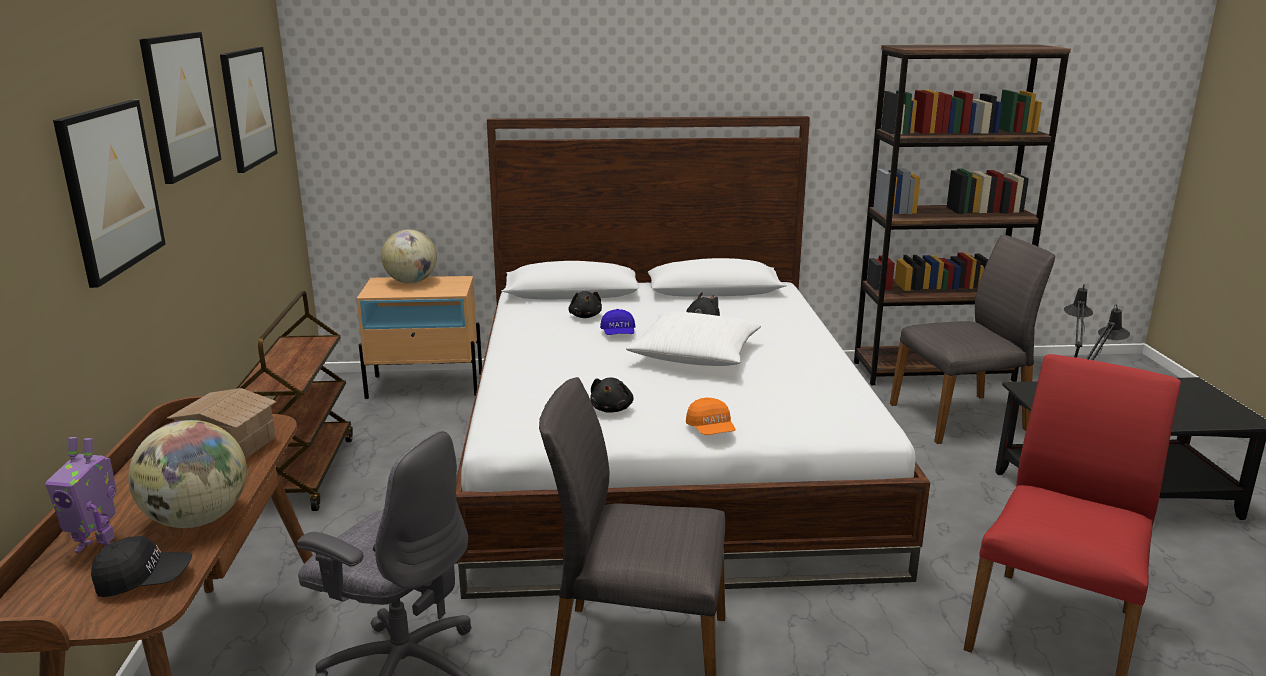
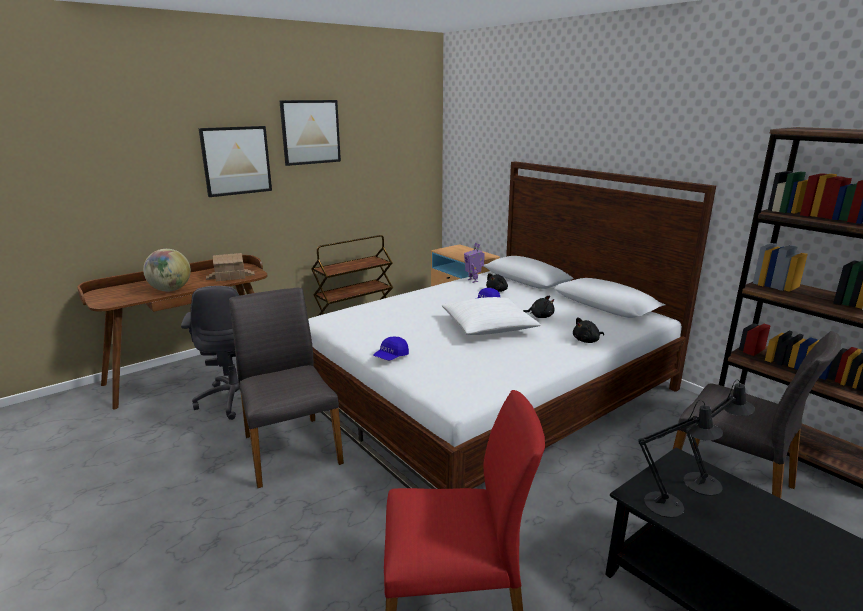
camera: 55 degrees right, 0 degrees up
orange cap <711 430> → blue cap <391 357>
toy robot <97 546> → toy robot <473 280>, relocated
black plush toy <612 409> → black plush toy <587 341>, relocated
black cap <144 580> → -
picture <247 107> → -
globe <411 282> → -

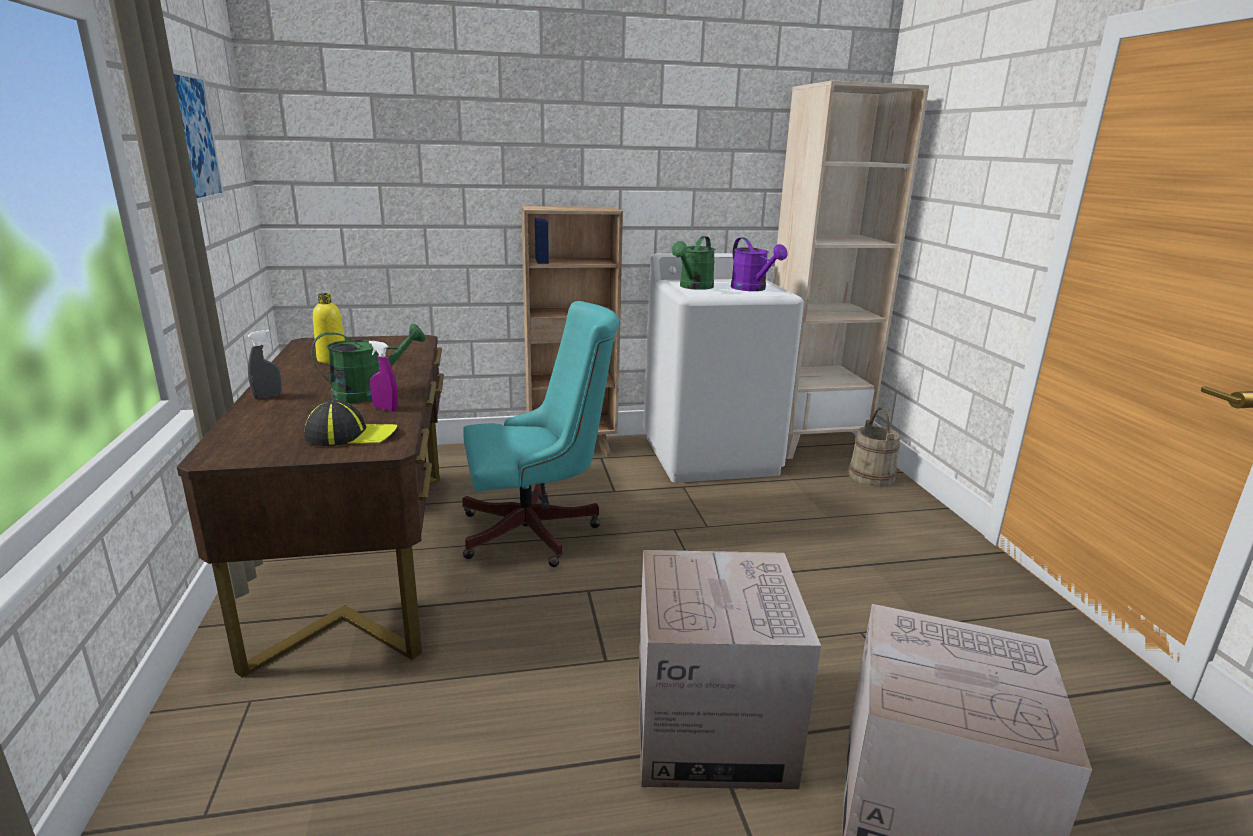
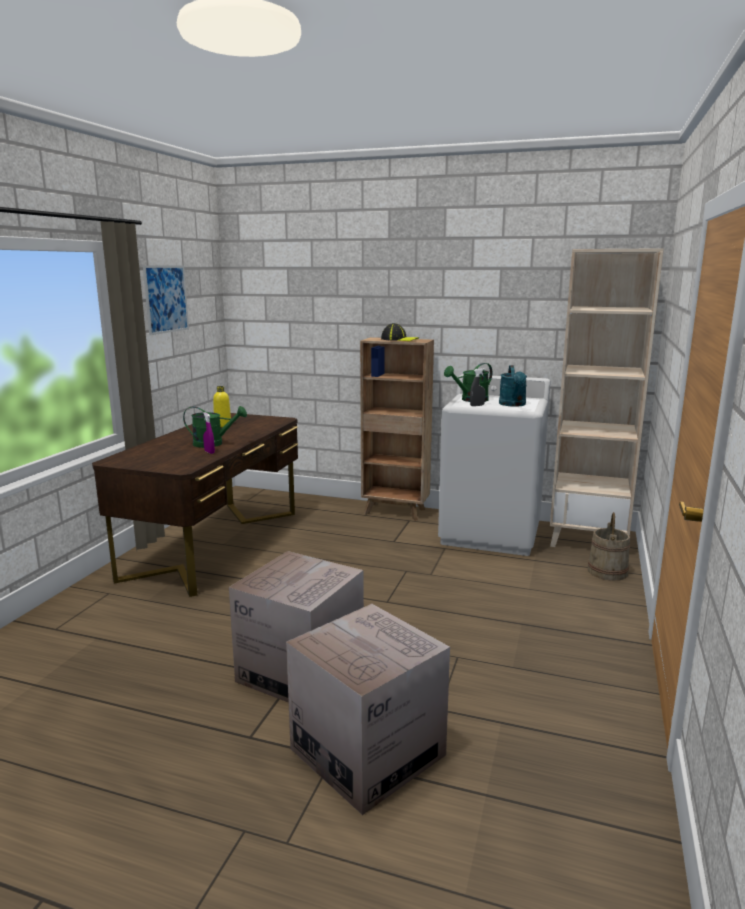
camera: 30 degrees right, 5 degrees down
cap <351 435> → cap <399 340>, relocated
grey spray bottle <268 396> → grey spray bottle <477 405>, relocated
purple watering can <752 289> → turquoise watering can <513 405>
turquoise office chair <538 532> → -

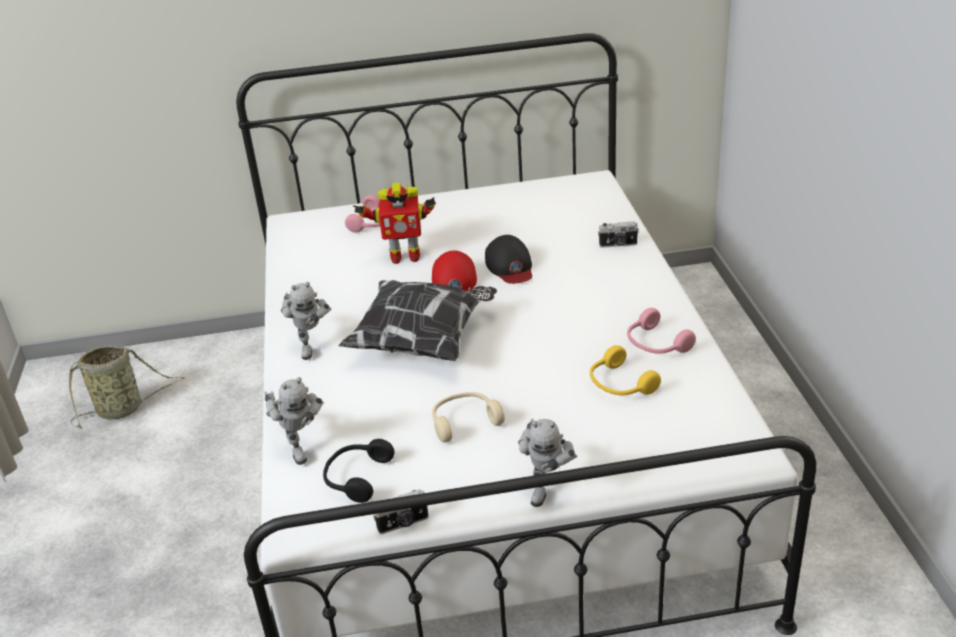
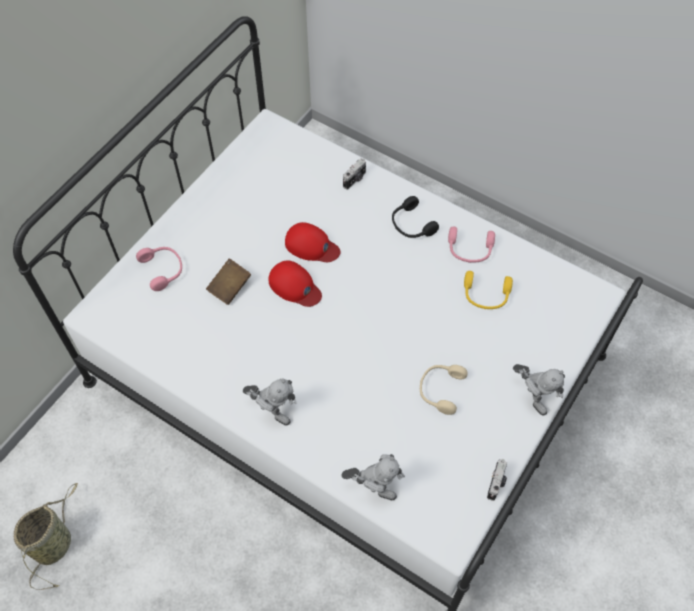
camera: 50 degrees left, 25 degrees up
toy robot <404 257> → brown book <229 287>
black cap <510 266> → red cap <311 246>
black headphones <356 477> → black headphones <411 225>, relocated
pillow <423 341> → -

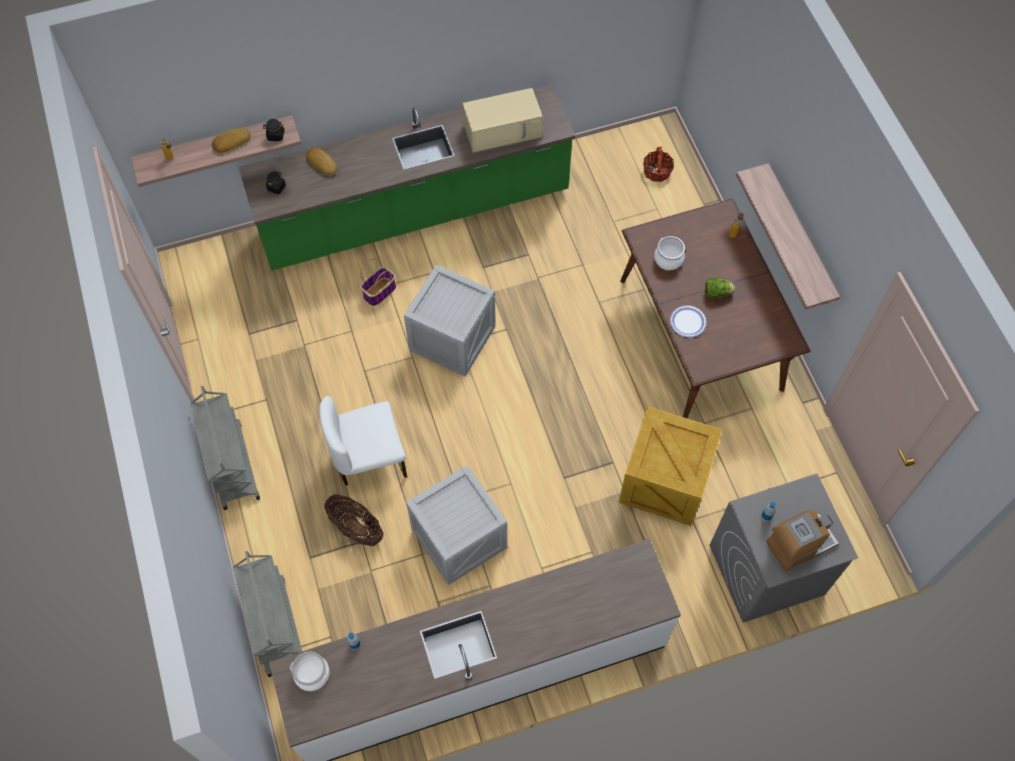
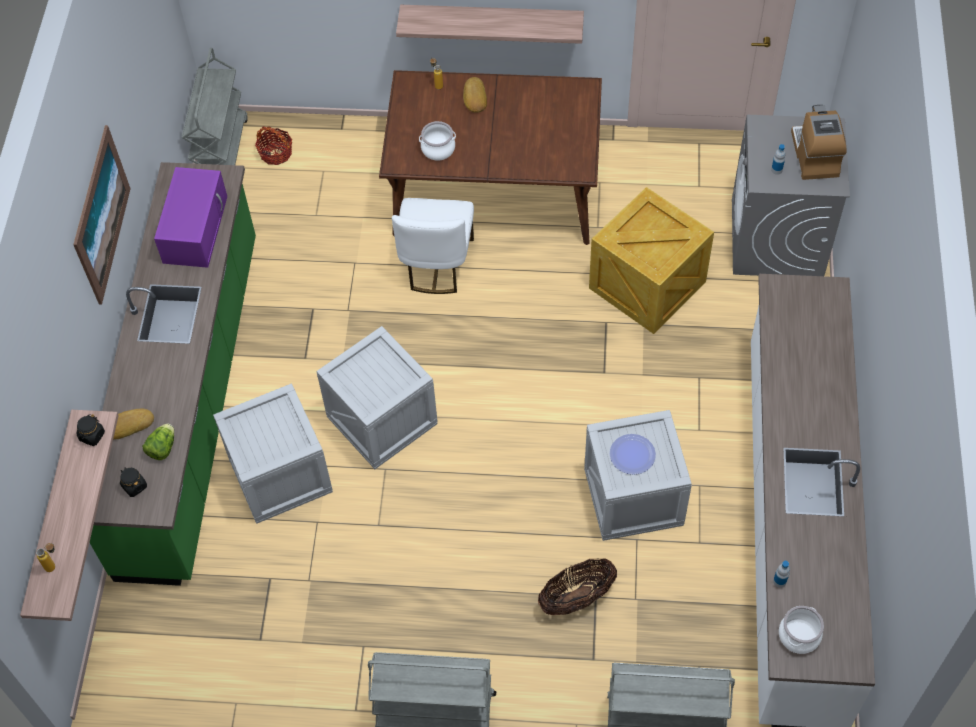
camera: 65 degrees left, 5 degrees down
- → picture <101 215>
lettuce <717 293> → lettuce <162 448>, relocated
beige microwave <503 130> → purple microwave <195 228>
- → grey cart <221 152>
basket <379 291> → crate <279 474>
white chair <369 458> → white chair <436 264>, relocated
bread <231 141> → bread <474 97>, relocated
plate <688 322> → plate <632 454>, relocated

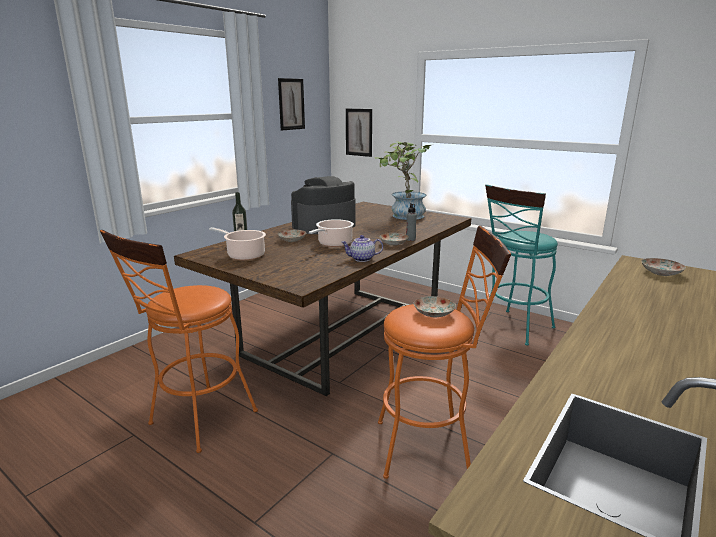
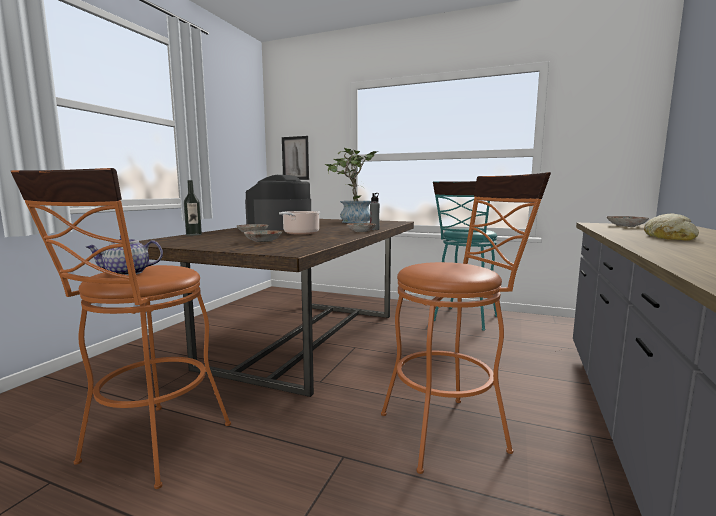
camera: 15 degrees left, 10 degrees down
teapot <362 259> → teapot <127 273>, relocated
plate <433 314> → plate <263 241>, relocated
- → bread <669 237>
cooking pot <244 255> → -
picture <291 104> → -

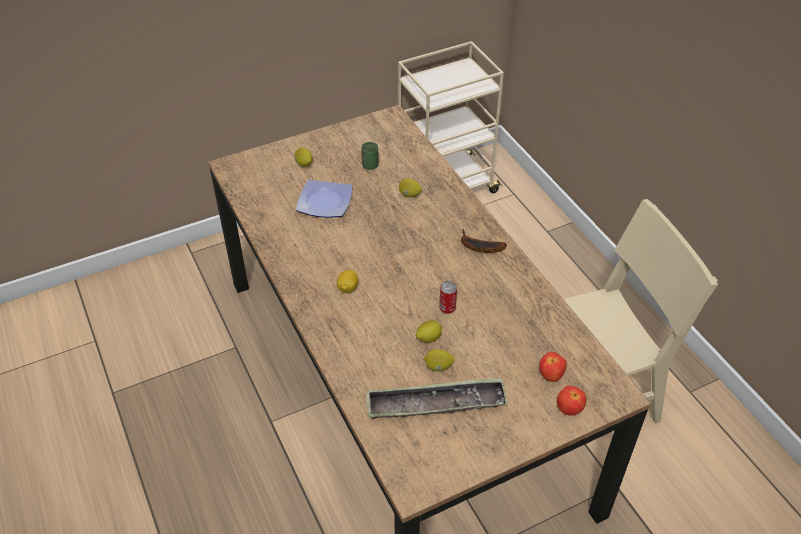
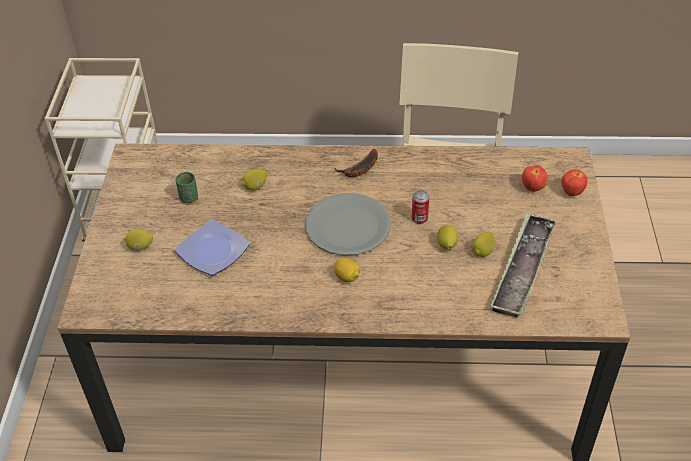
camera: 60 degrees left, 0 degrees up
- → grey plate <348 226>

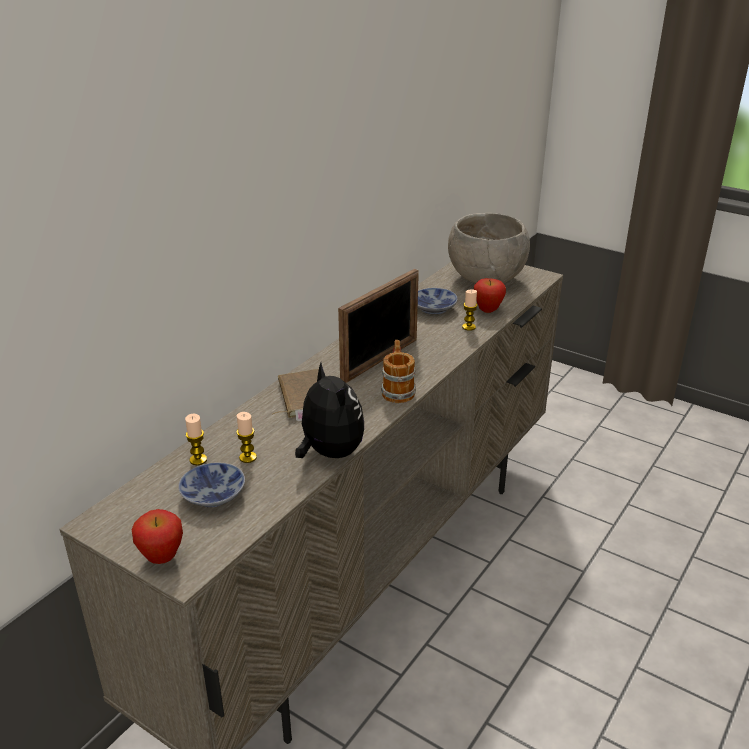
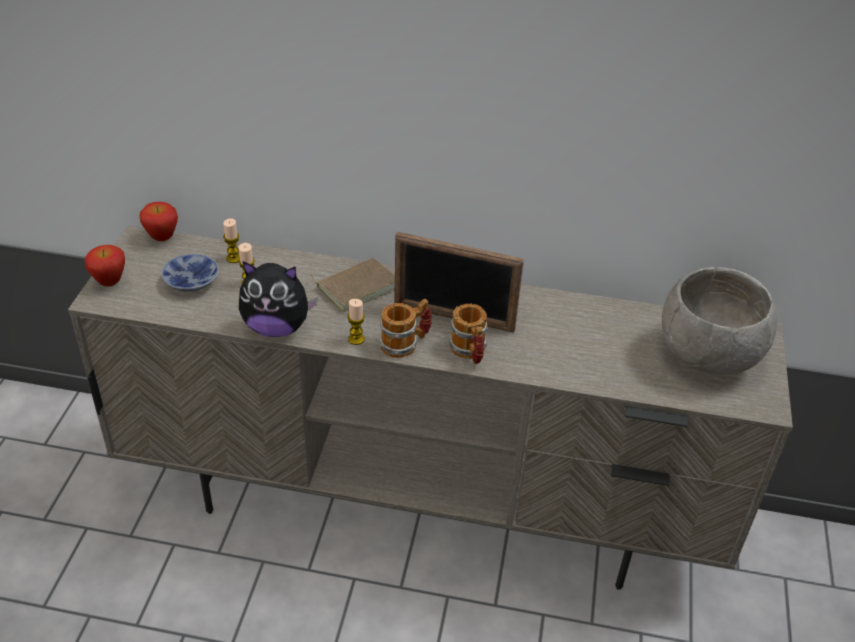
camera: 65 degrees right, 10 degrees up
apple <488 311> → apple <162 238>, relocated
plush toy <329 453> → plush toy <277 327>, 60 degrees clockwise
candle <468 327> → candle <356 339>, relocated
- → mug <469 352>
bowl <434 307> → -

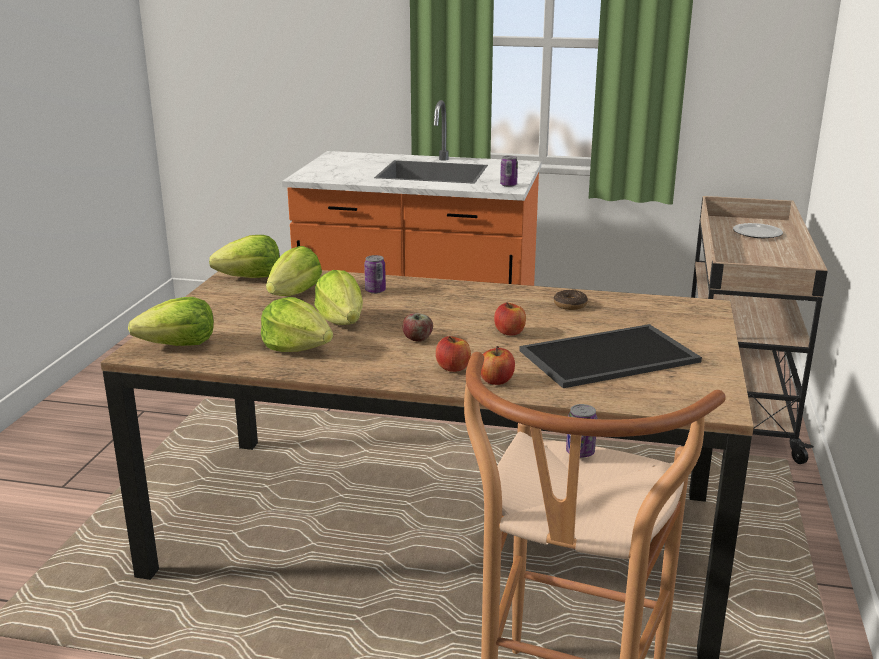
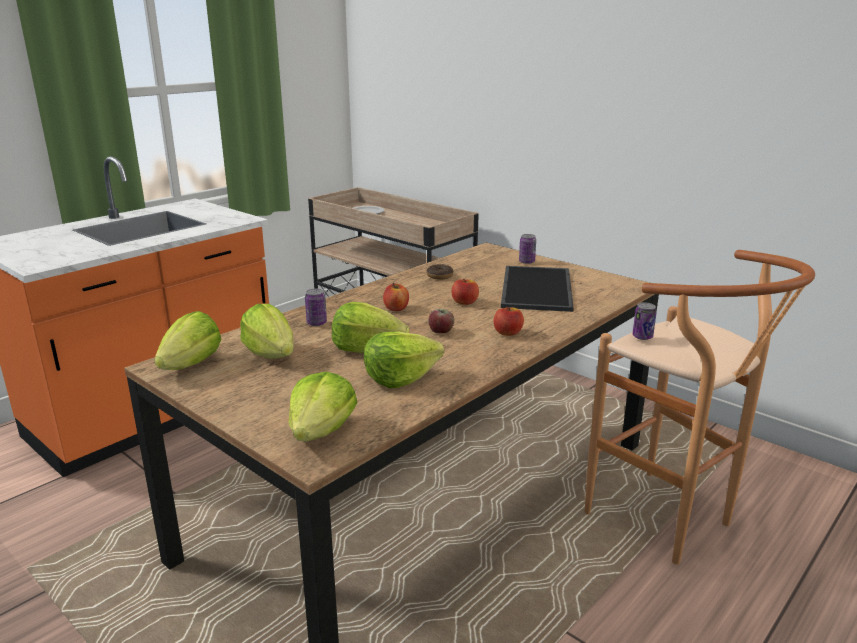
camera: 60 degrees left, 0 degrees up
apple <496 380> → apple <396 308>, relocated
can <508 185> → can <526 262>, relocated

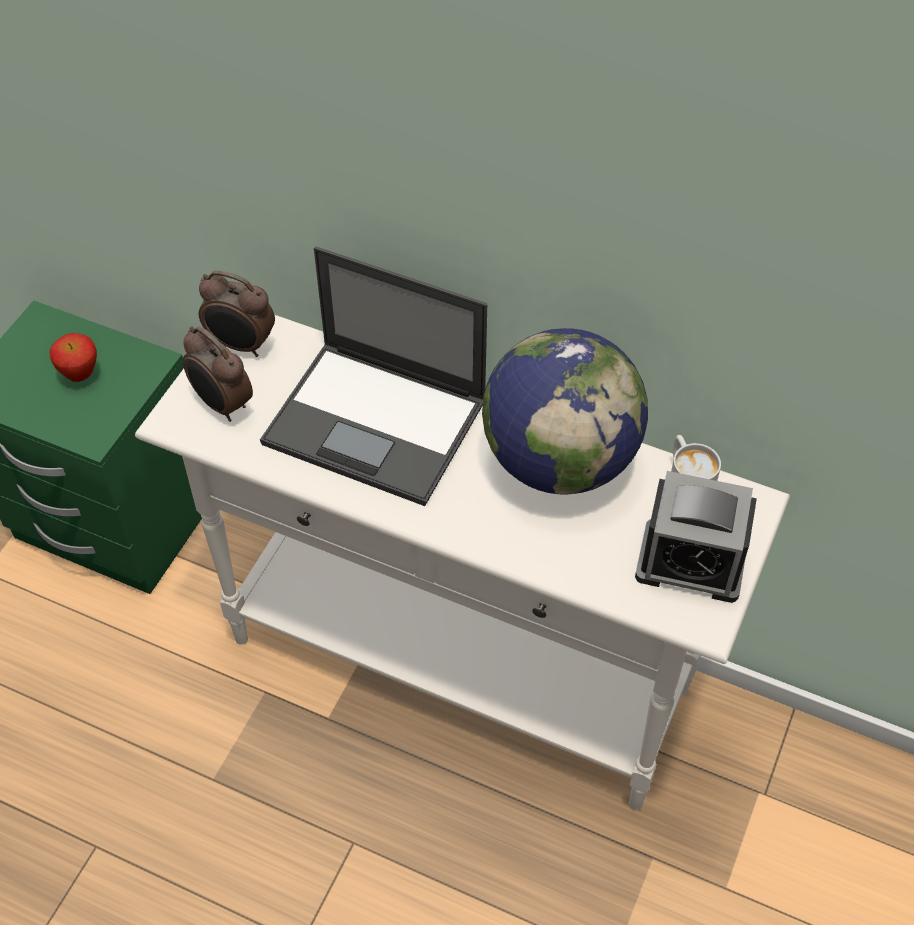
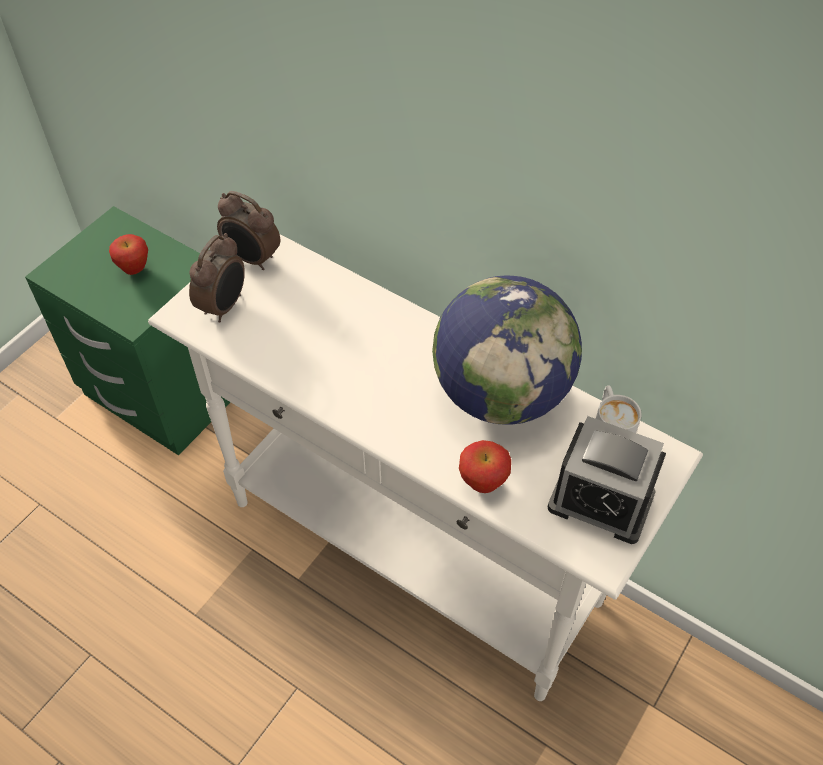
camera: 10 degrees right, 0 degrees up
alarm clock <222 405> → alarm clock <224 306>, 120 degrees counterclockwise
- → apple <482 484>
laptop <378 422> → -

